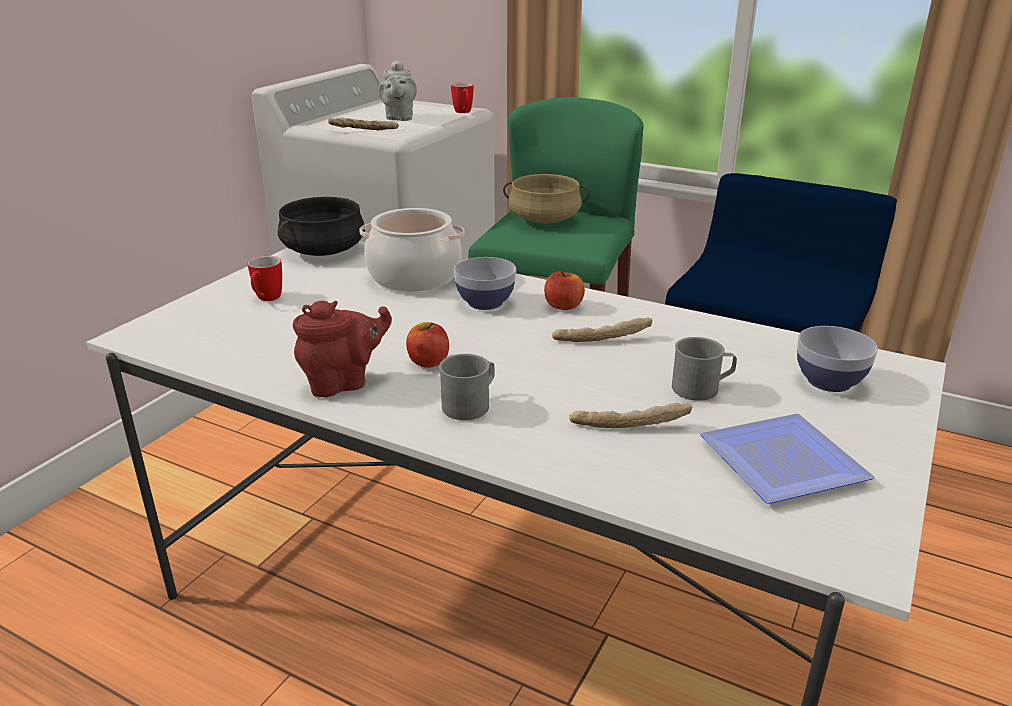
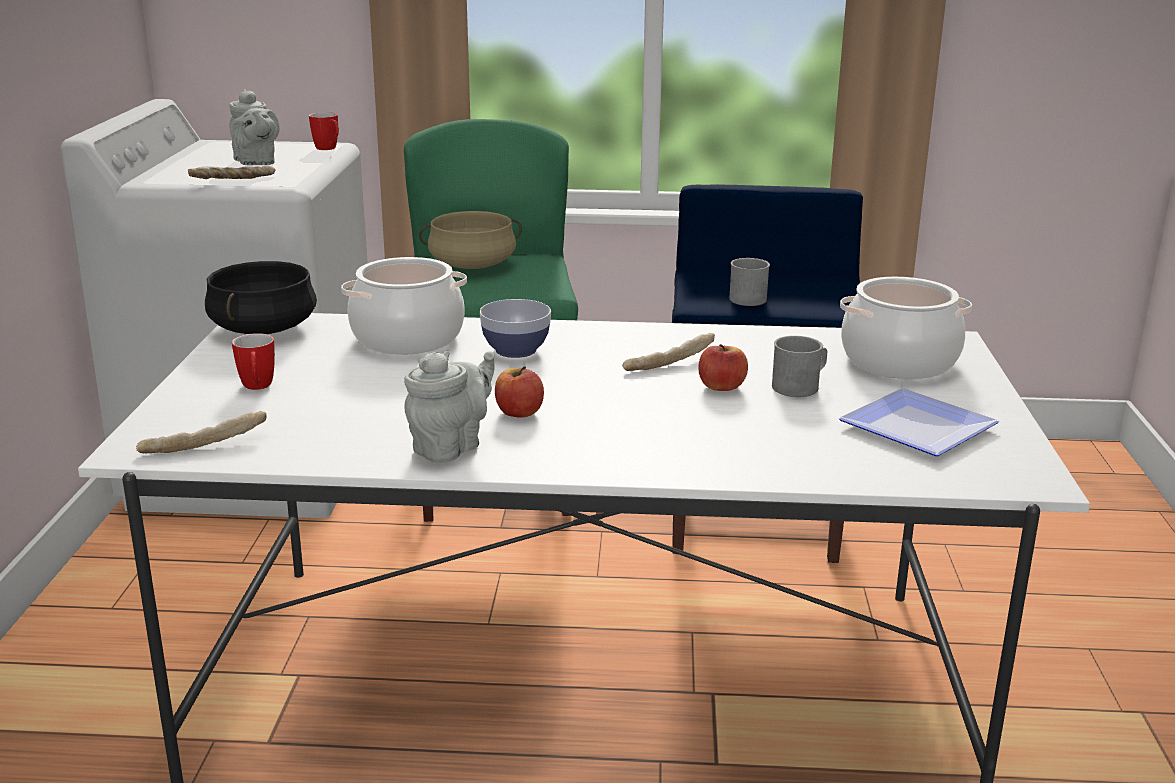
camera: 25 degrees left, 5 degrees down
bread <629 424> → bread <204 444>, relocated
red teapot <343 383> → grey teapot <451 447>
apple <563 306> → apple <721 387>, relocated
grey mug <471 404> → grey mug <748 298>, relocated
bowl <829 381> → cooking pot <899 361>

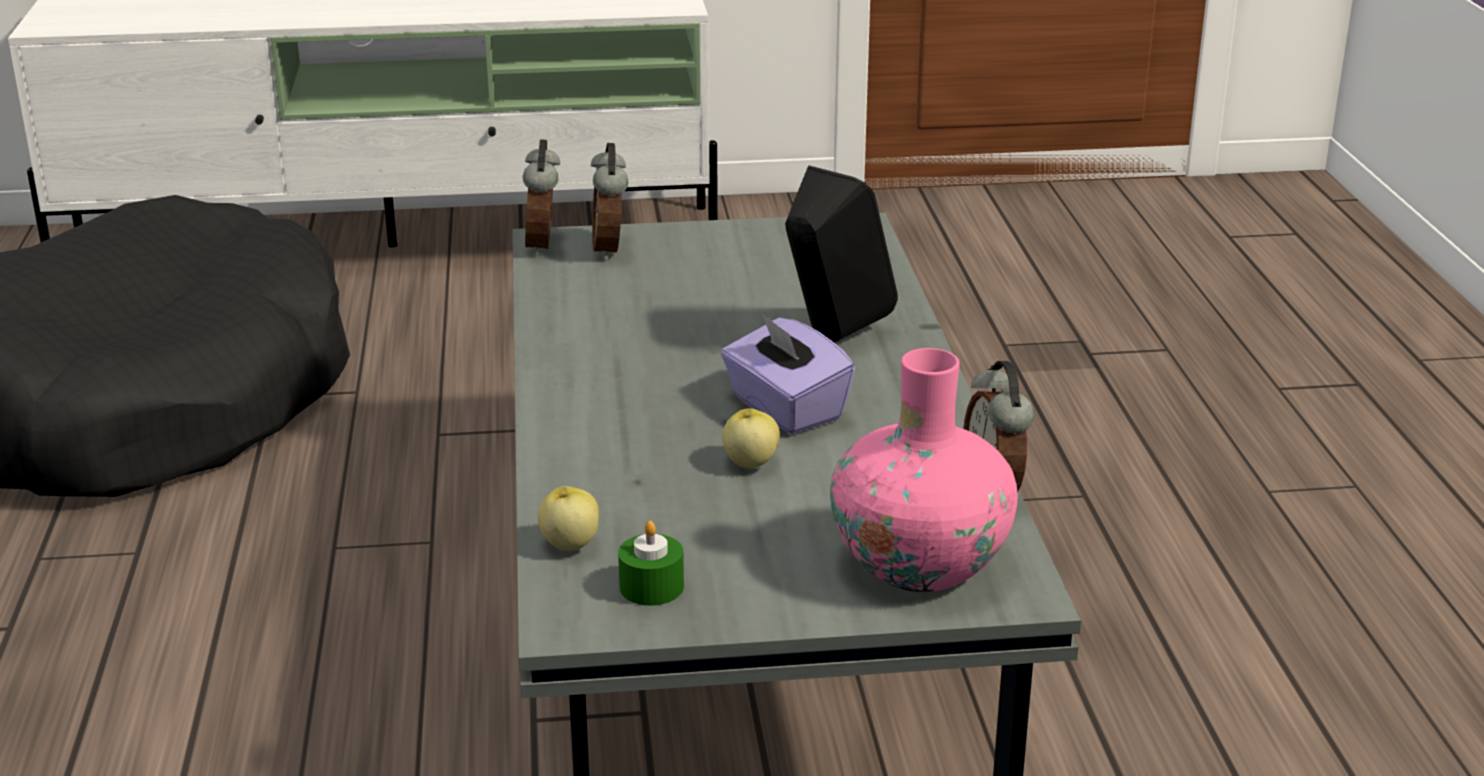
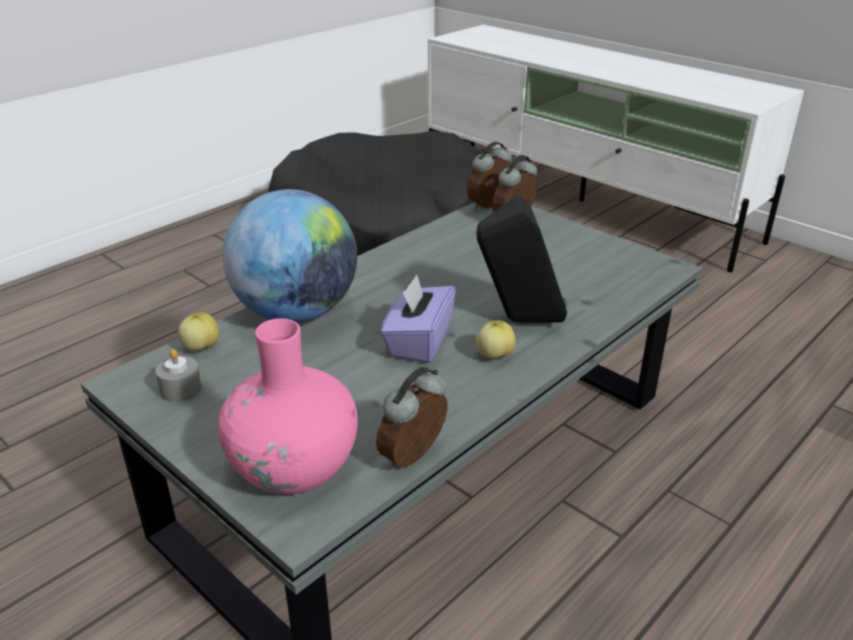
camera: 50 degrees right, 5 degrees up
green candle <651 587> → grey candle <181 389>
- → globe <296 312>
apple <750 463> → apple <494 355>, relocated

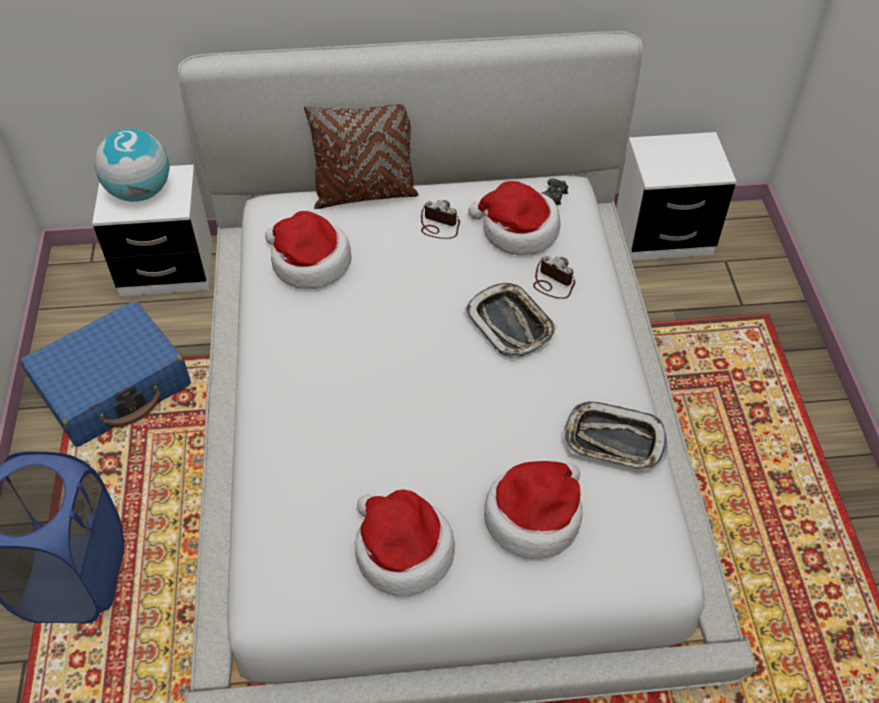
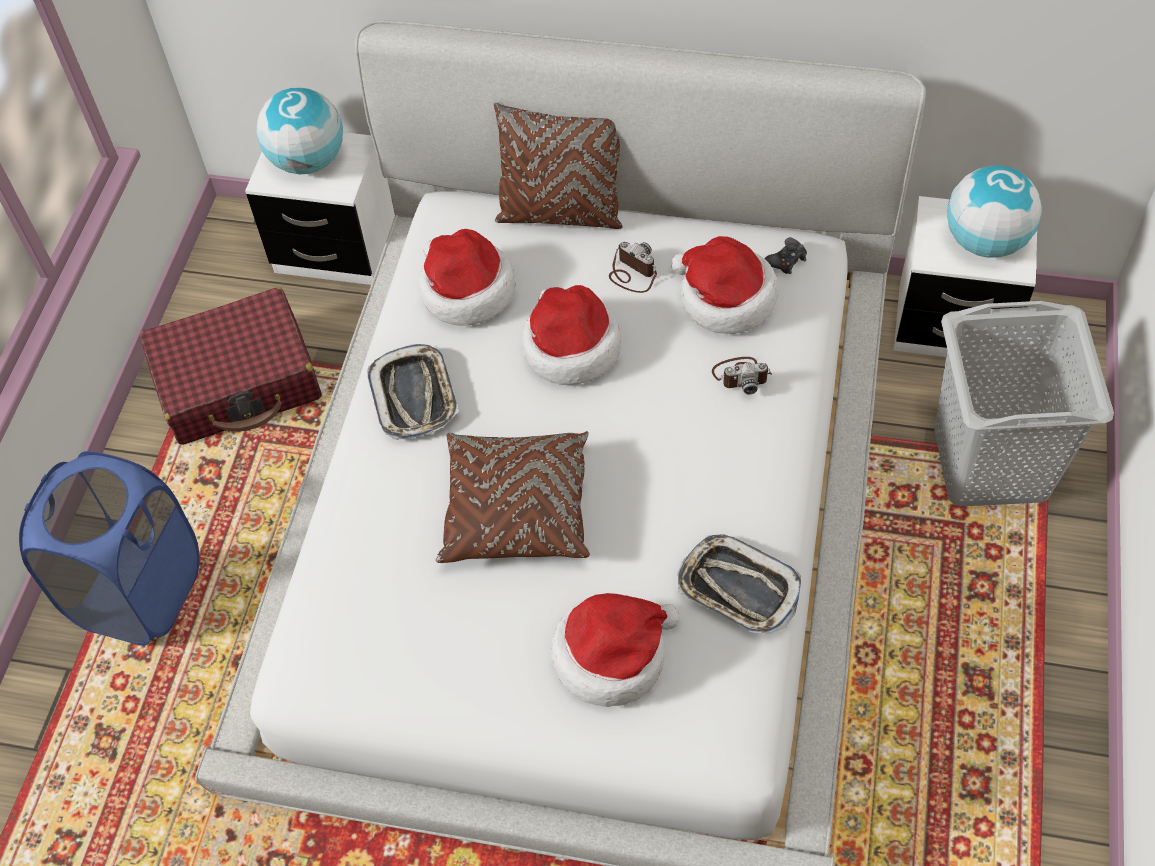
camera: 20 degrees right, 5 degrees up
blue suitcase <114 386> → red suitcase <238 381>
tray <510 324> → tray <414 396>, relocated
- → brown pillow <516 509>
hat <402 551> → hat <570 347>, relocated
photo camera <552 283> → photo camera <741 375>, 120 degrees clockwise
- → grey laundry basket <991 462>
- → globe <984 242>

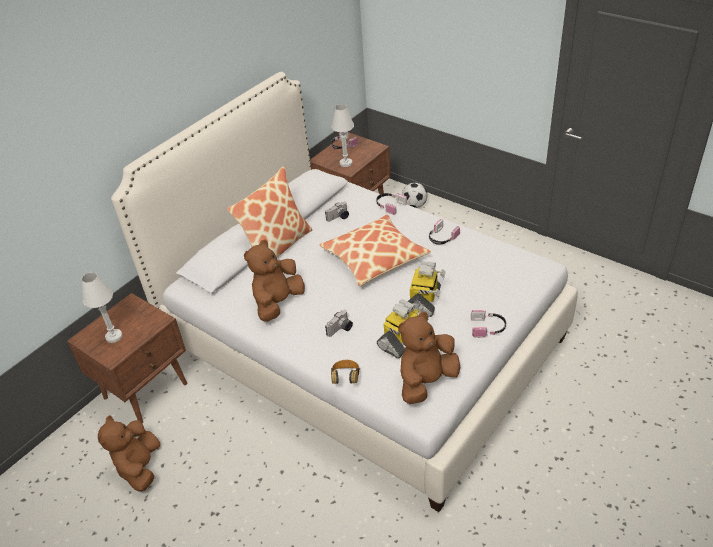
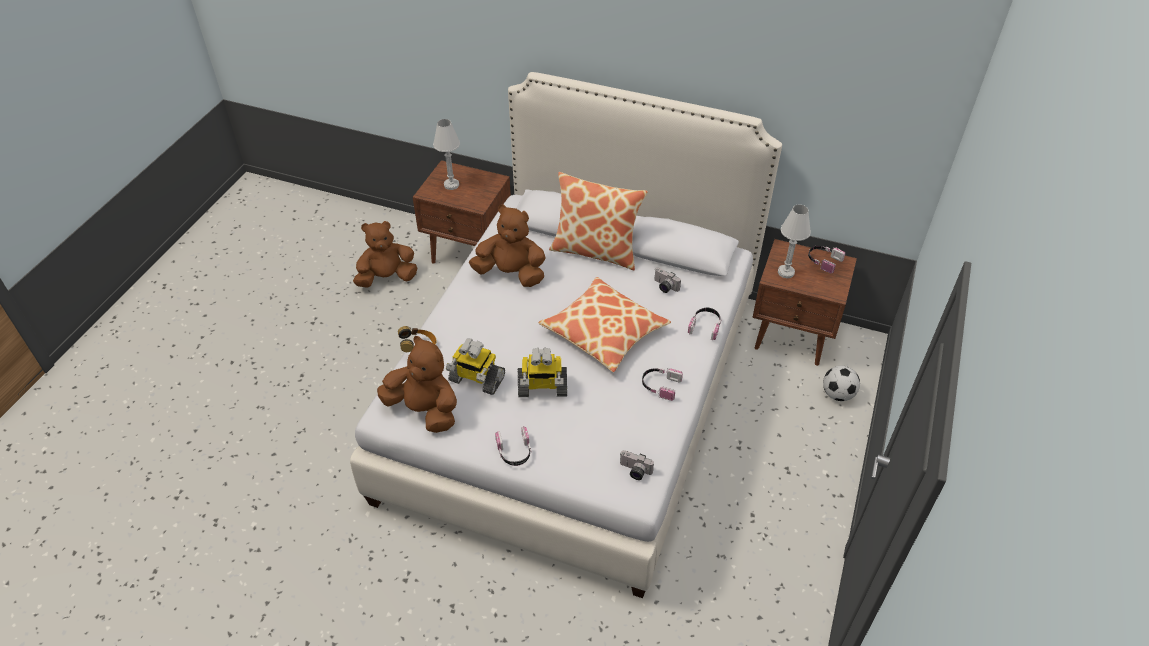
camera: 70 degrees right, 5 degrees up
photo camera <341 329> → photo camera <634 471>, relocated

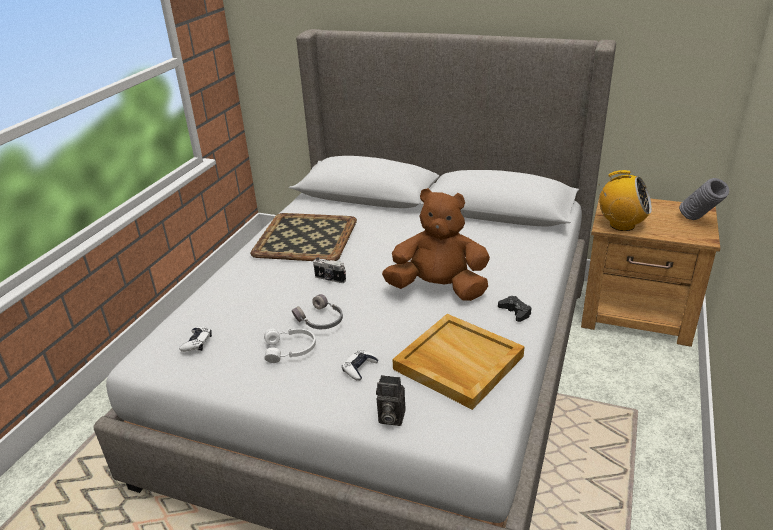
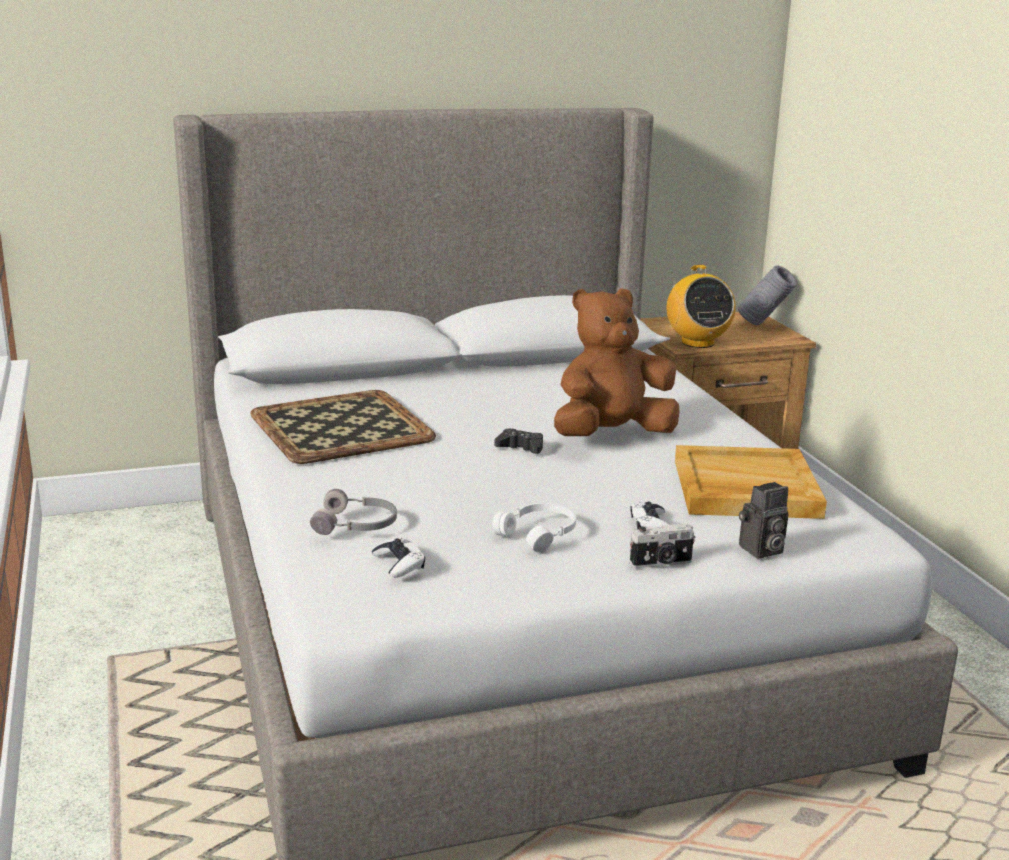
camera: 40 degrees left, 10 degrees down
grey headphones <320 320> → grey headphones <356 525>, relocated
black game controller <515 312> → black game controller <521 448>, relocated
photo camera <330 279> → photo camera <661 563>, relocated
radio <621 225> → radio <697 342>, 90 degrees clockwise

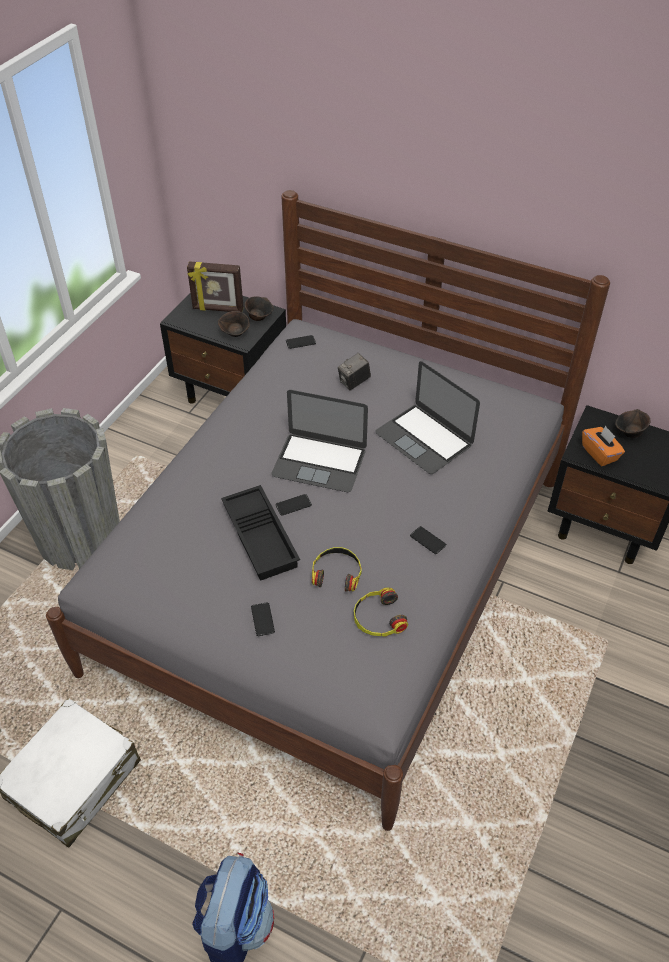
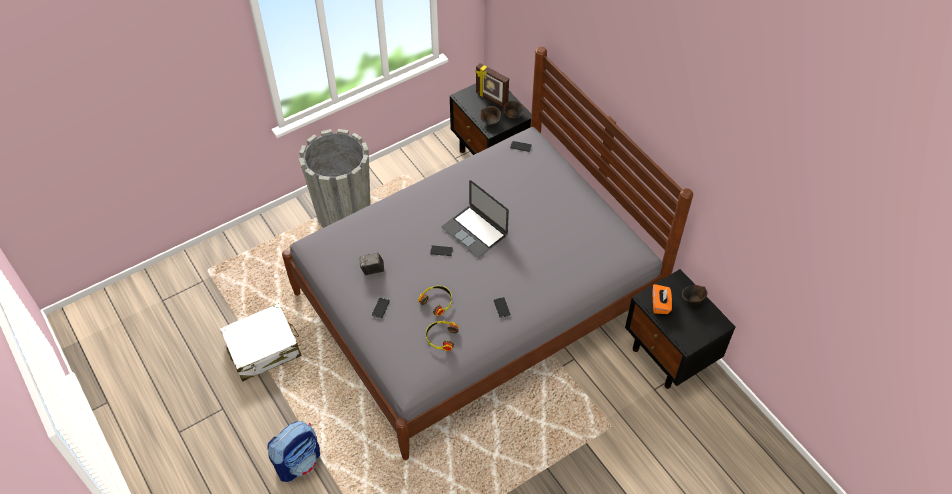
camera: 30 degrees right, 5 degrees up
photo camera <354 382> → photo camera <372 270>, relocated
black tray <262 537> → -
laptop <424 439> → -

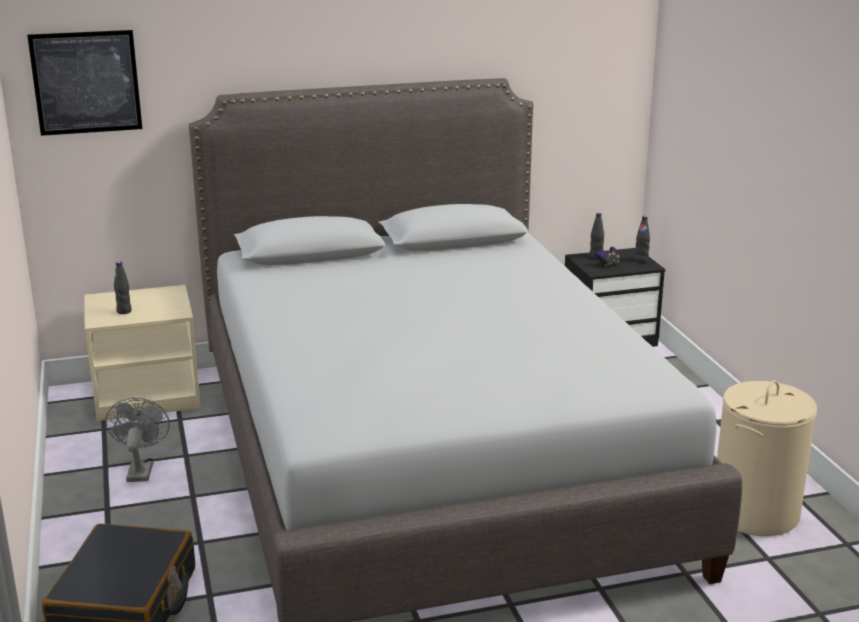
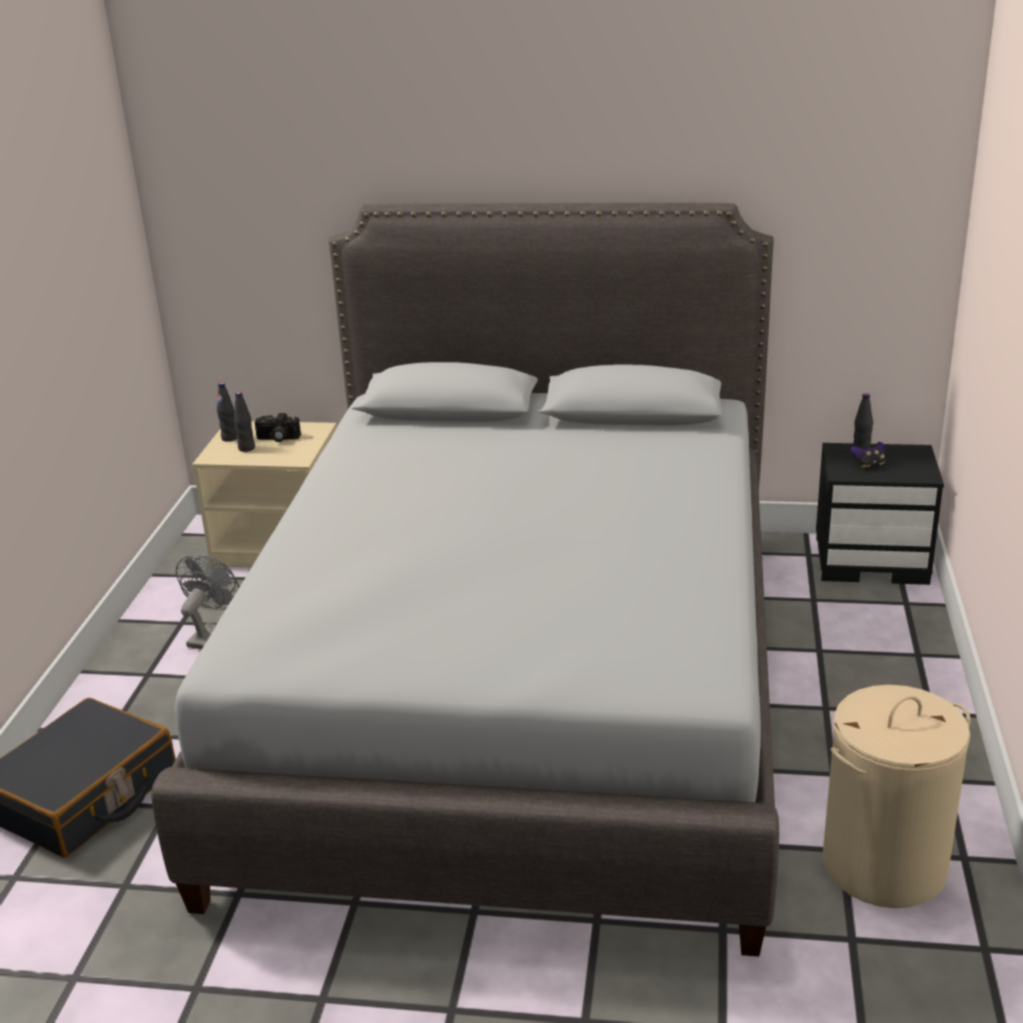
camera: 25 degrees right, 5 degrees up
black bottle <641 260> → black bottle <229 438>, relocated
- → photo camera <277 439>
picture <86 82> → -

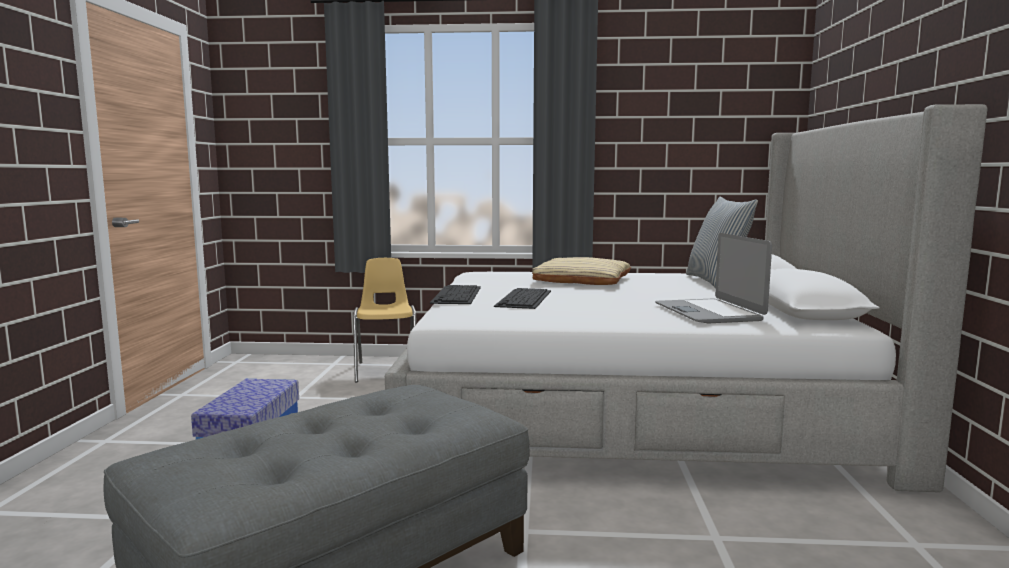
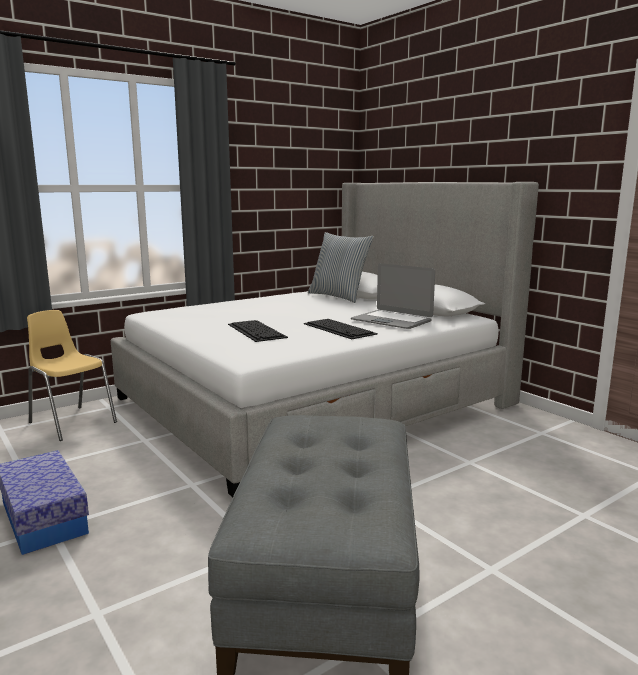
camera: 40 degrees left, 5 degrees up
keyboard <457 295> → keyboard <340 329>, relocated
beige pillow <582 280> → -

